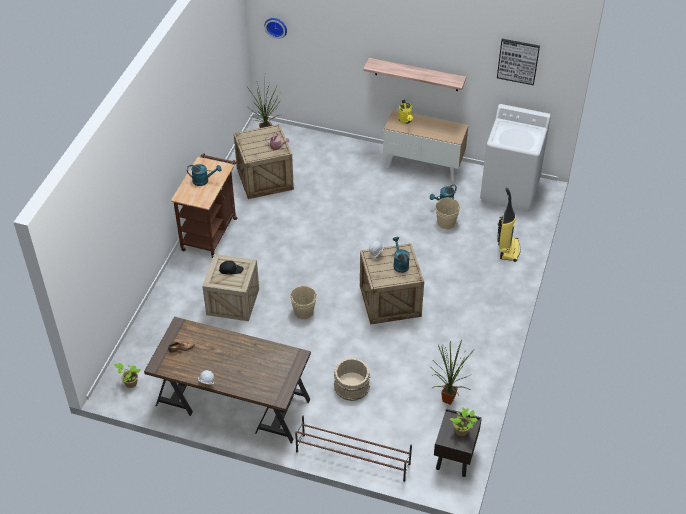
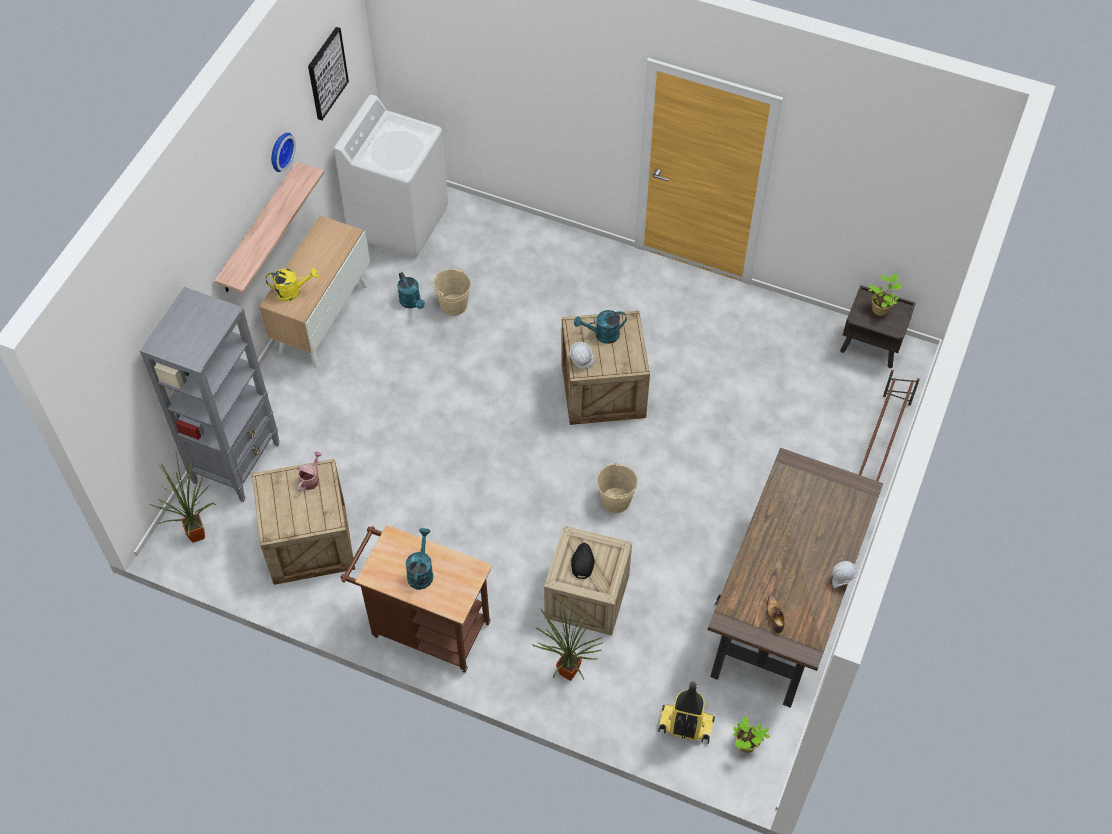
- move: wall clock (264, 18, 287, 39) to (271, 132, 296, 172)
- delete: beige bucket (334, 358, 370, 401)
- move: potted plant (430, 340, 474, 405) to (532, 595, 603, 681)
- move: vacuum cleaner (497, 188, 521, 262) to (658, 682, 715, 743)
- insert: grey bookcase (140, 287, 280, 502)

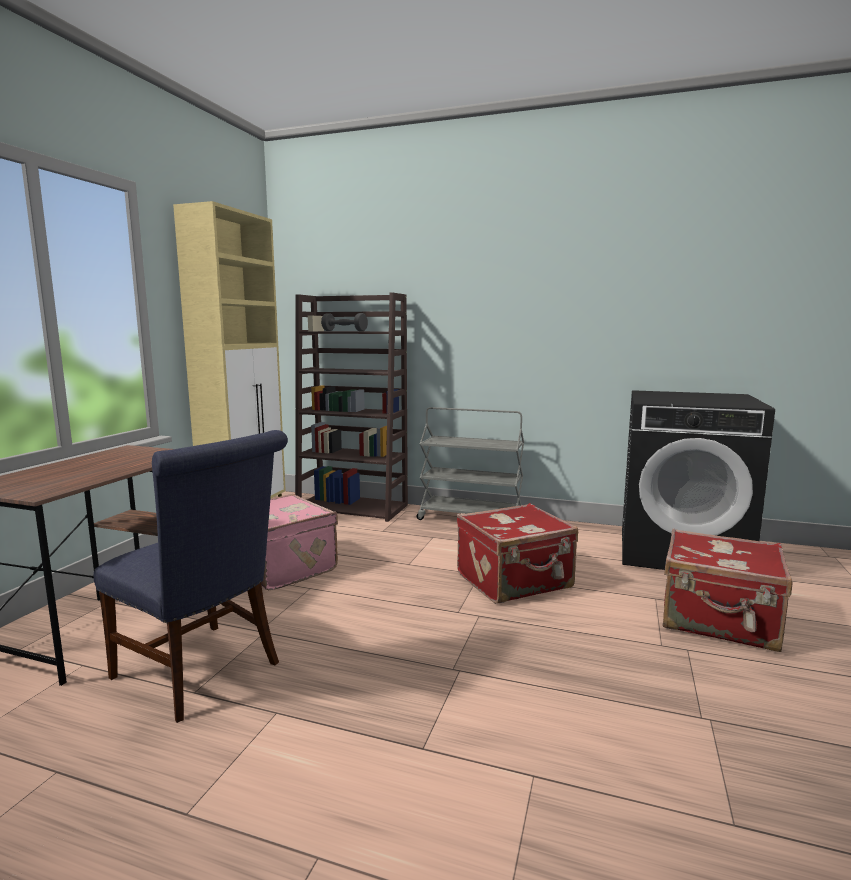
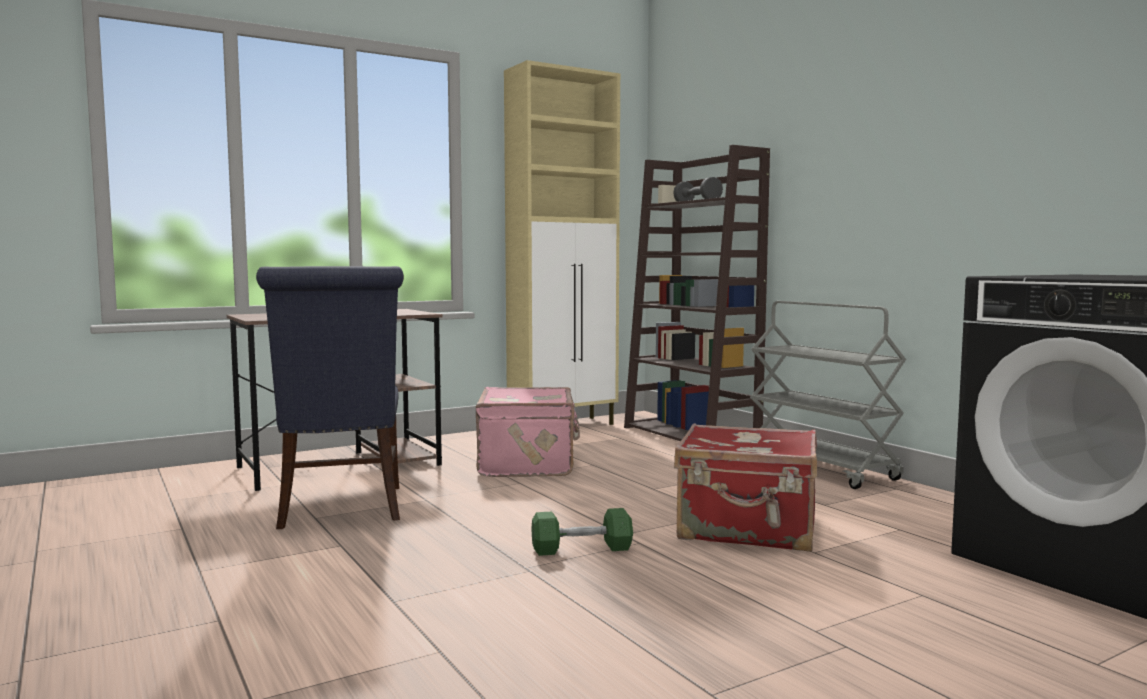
- delete: red suitcase (662, 529, 792, 652)
- insert: green dumbbell (531, 508, 633, 556)

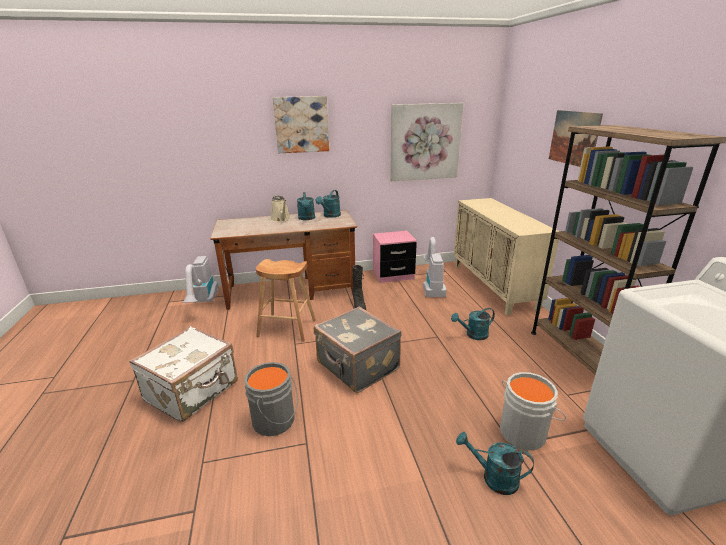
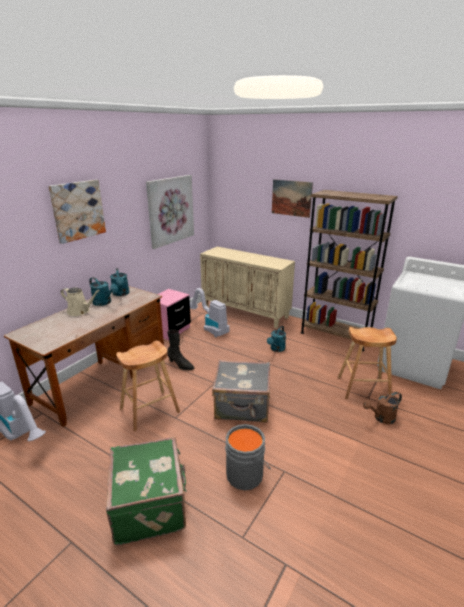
- recolor: white suitcase (129, 326, 238, 422) to green suitcase (106, 437, 187, 545)
- recolor: turquoise watering can (456, 432, 534, 495) to brown watering can (363, 392, 402, 424)
- replace: grey bucket (500, 372, 566, 450) to brown stool (338, 327, 397, 399)

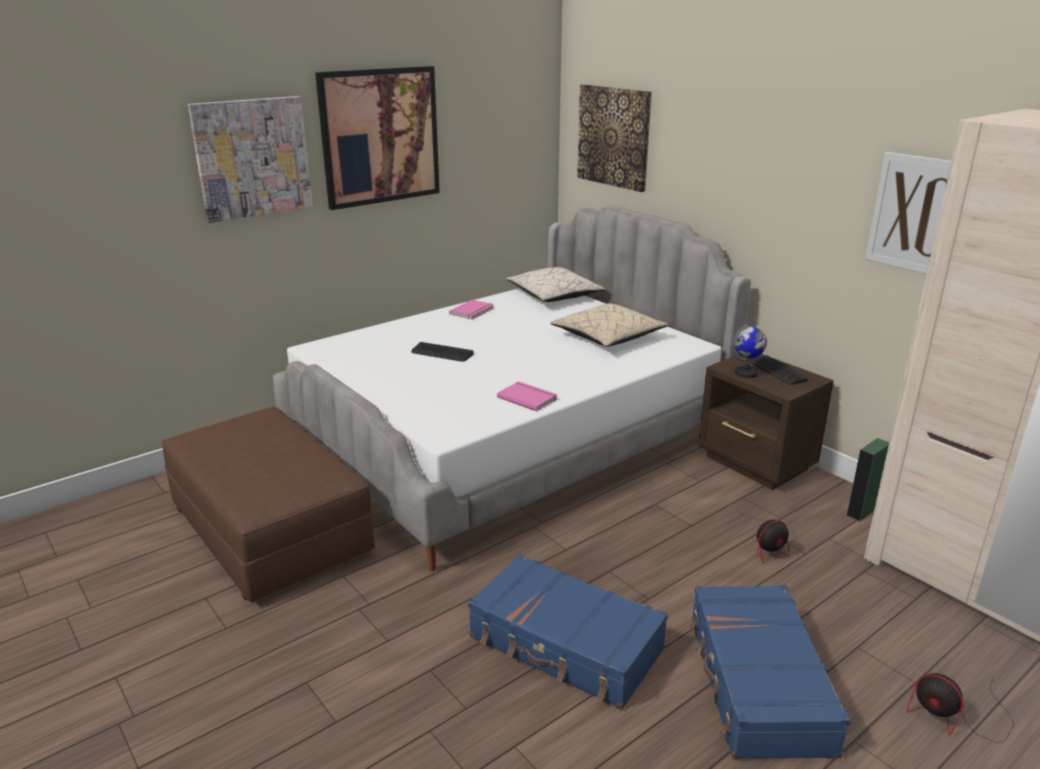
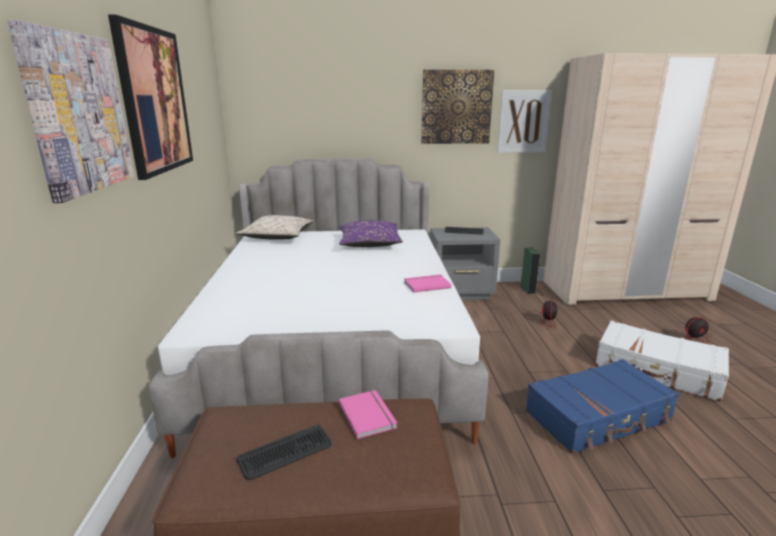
- move: keyboard (411, 342, 474, 362) to (237, 424, 331, 480)
- move: pink book (449, 300, 494, 320) to (339, 390, 397, 439)
- recolor: beige pillow (550, 303, 669, 347) to purple pillow (339, 221, 403, 247)
- move: picture (577, 84, 652, 192) to (421, 70, 494, 144)
- recolor: blue suitcase (688, 585, 851, 759) to white suitcase (595, 320, 729, 402)
- recolor: brown nightstand (698, 354, 834, 490) to grey nightstand (430, 227, 500, 300)
- delete: globe (732, 325, 767, 378)

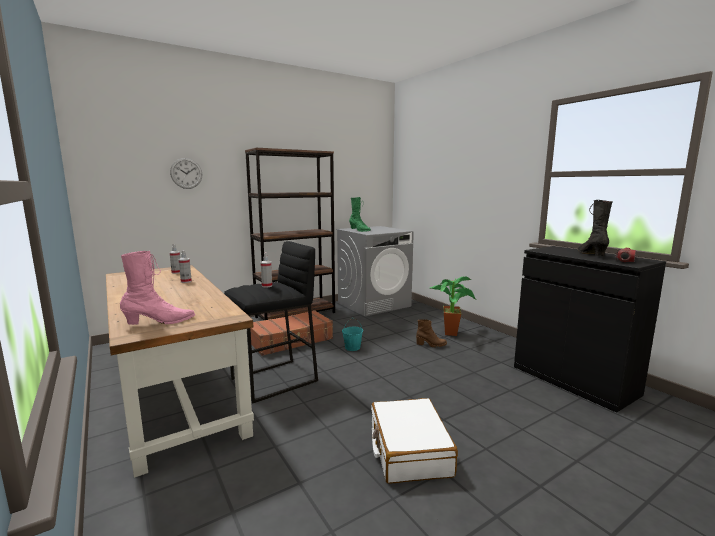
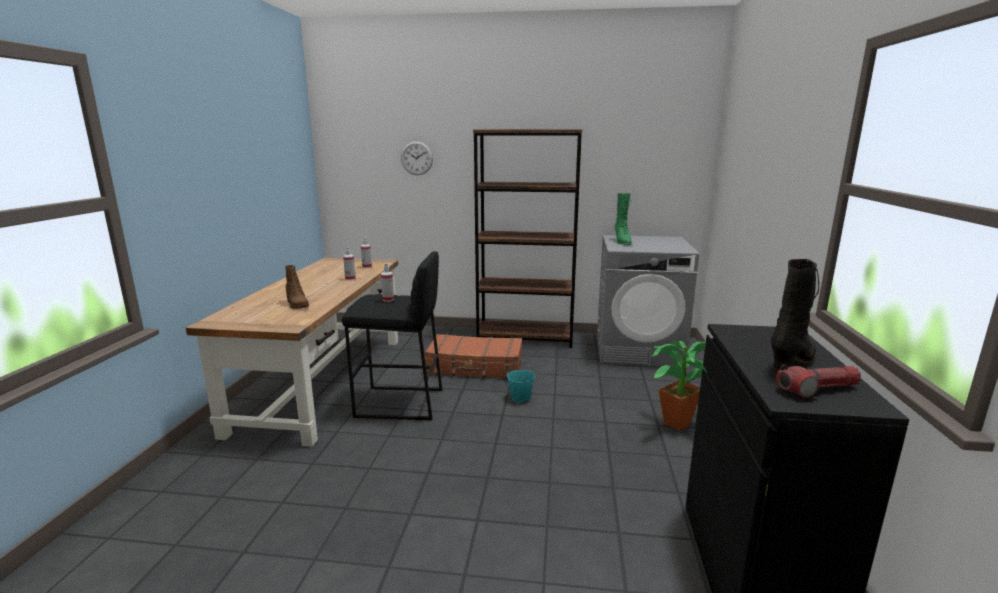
- delete: pink boot (120, 251, 195, 325)
- delete: white suitcase (371, 398, 458, 484)
- move: brown boot (416, 319, 447, 347) to (285, 265, 309, 309)

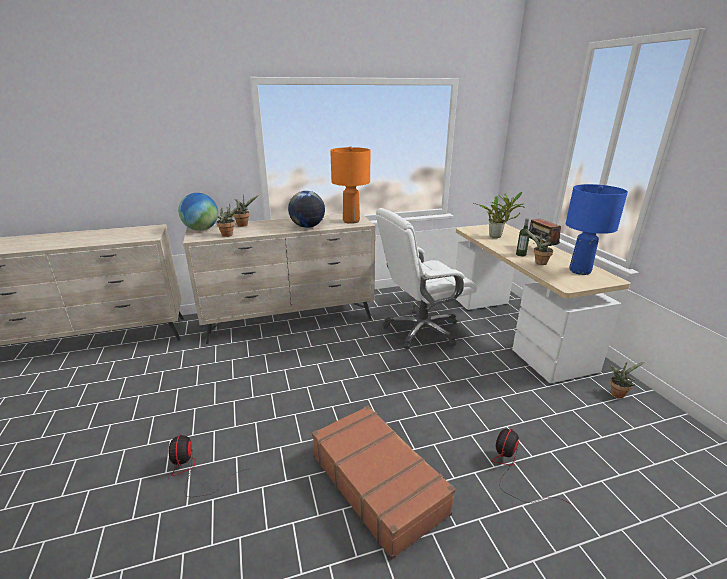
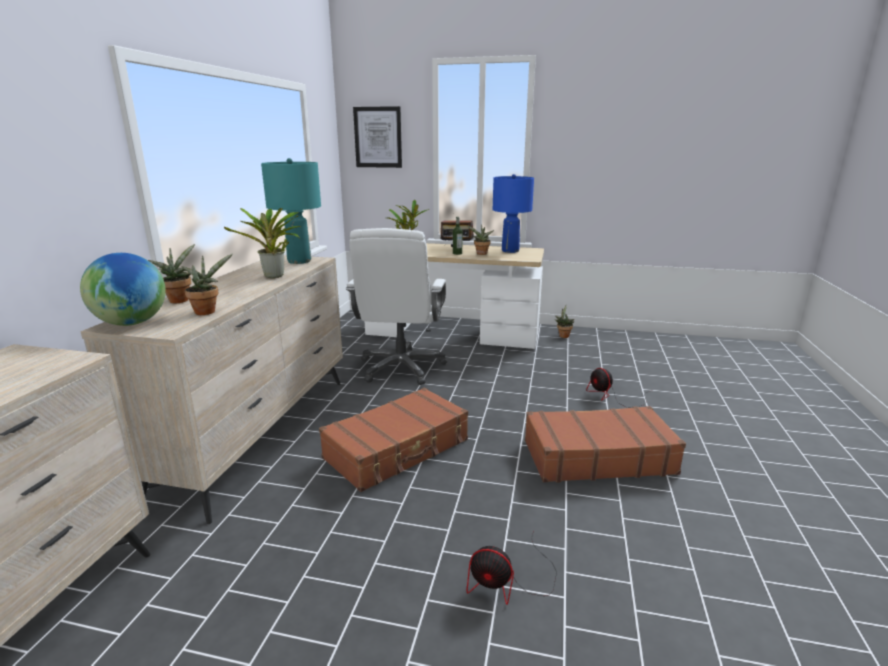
- replace: globe (288, 191, 325, 228) to potted plant (224, 208, 301, 278)
- recolor: orange table lamp (330, 147, 370, 224) to turquoise table lamp (261, 158, 321, 264)
- insert: brown suitcase (319, 388, 468, 492)
- insert: picture (353, 106, 402, 168)

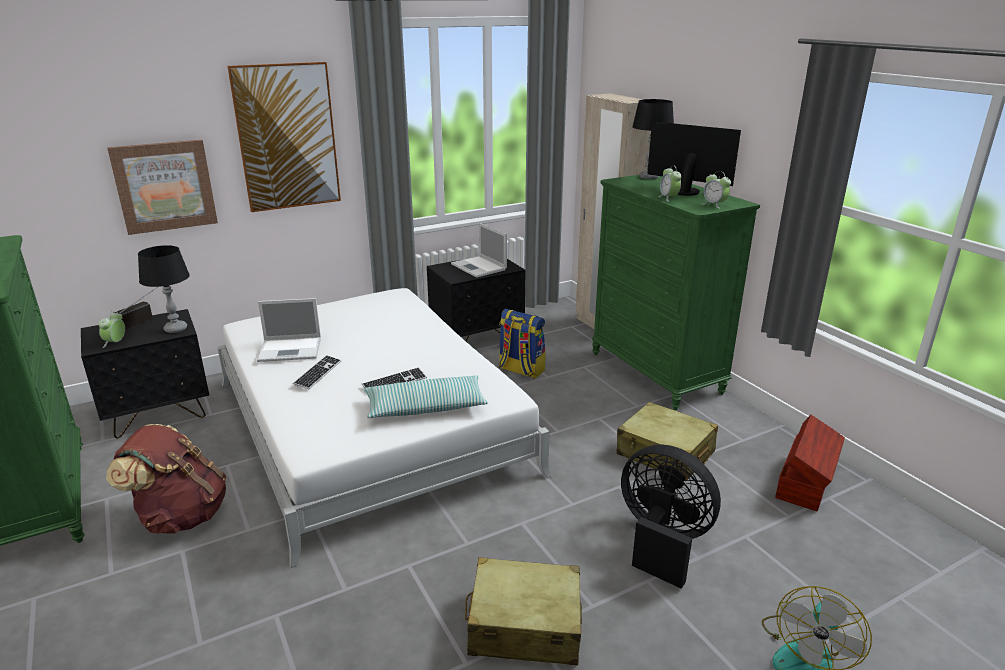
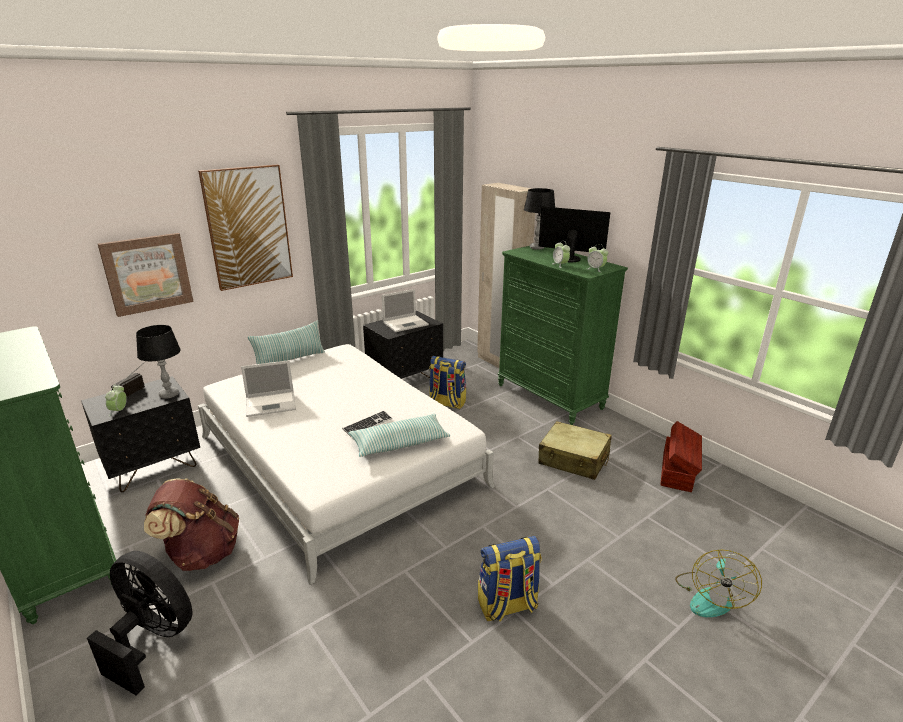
- delete: keyboard (293, 355, 342, 389)
- rotate: laptop (451, 223, 507, 278) = (381, 289, 429, 332) 75 degrees counterclockwise
- replace: beige suitcase (465, 557, 582, 665) to backpack (478, 536, 541, 622)
- move: black fan (621, 444, 721, 589) to (87, 551, 192, 695)
- insert: pillow (248, 321, 325, 364)

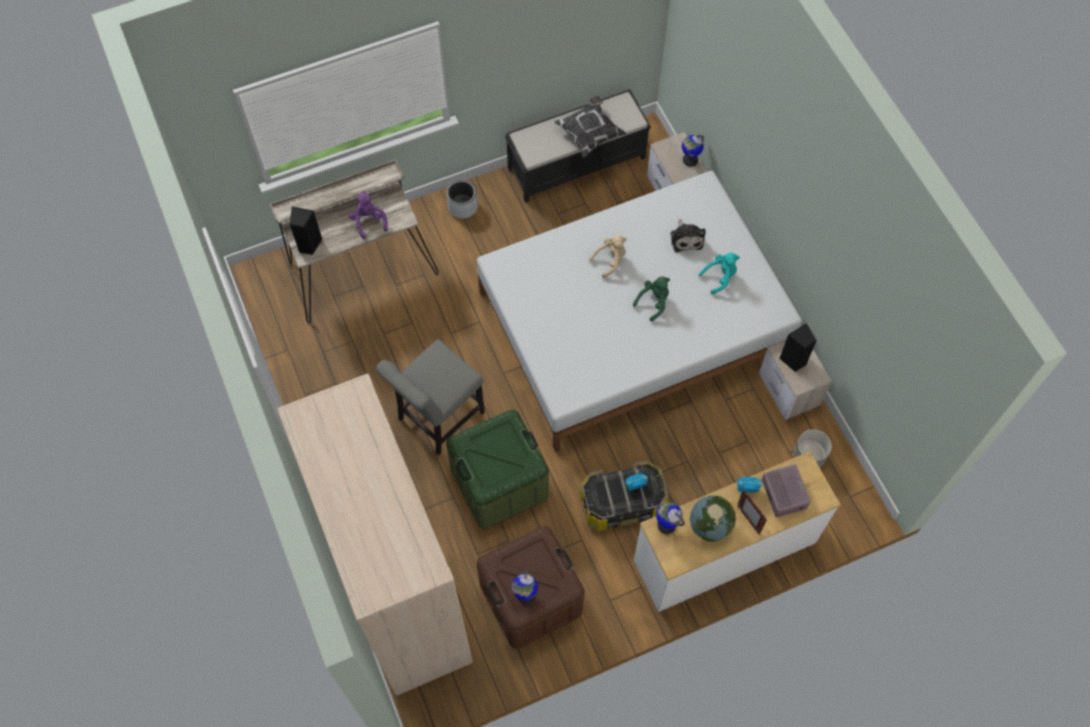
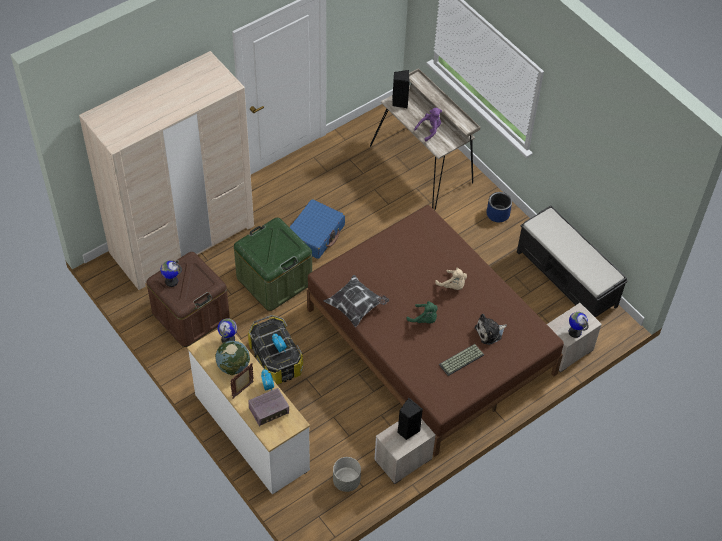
- replace: grey chair (376, 339, 485, 455) to blue suitcase (290, 199, 345, 259)
- recolor: grey planter (447, 180, 478, 218) to blue planter (487, 192, 512, 222)
- recolor: white bed (477, 171, 802, 452) to brown bed (307, 205, 564, 457)
- move: pillow (554, 96, 627, 157) to (323, 275, 389, 327)
- replace: turquoise plush toy (699, 253, 740, 294) to keyboard (439, 344, 484, 376)

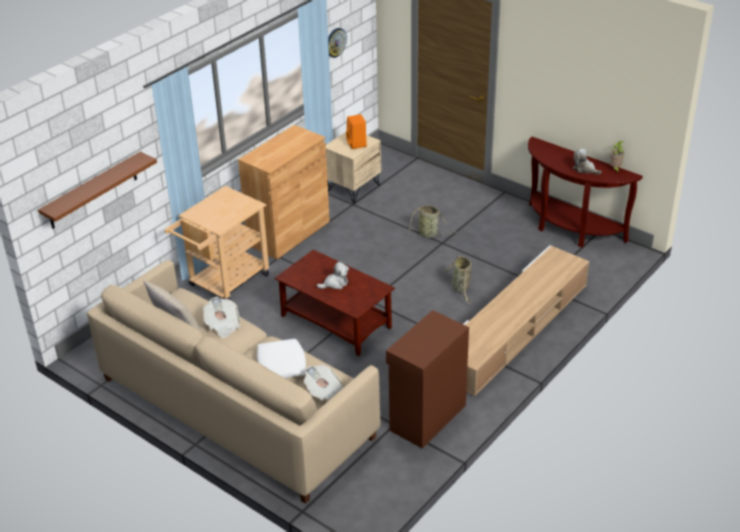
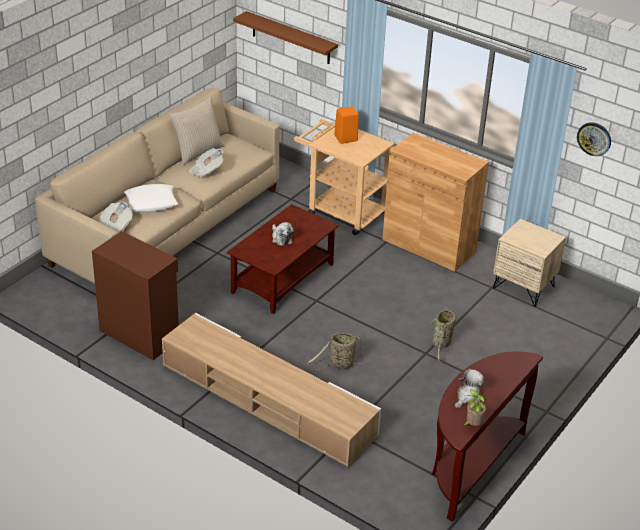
- move: orange speaker (346, 114, 367, 149) to (335, 106, 359, 144)

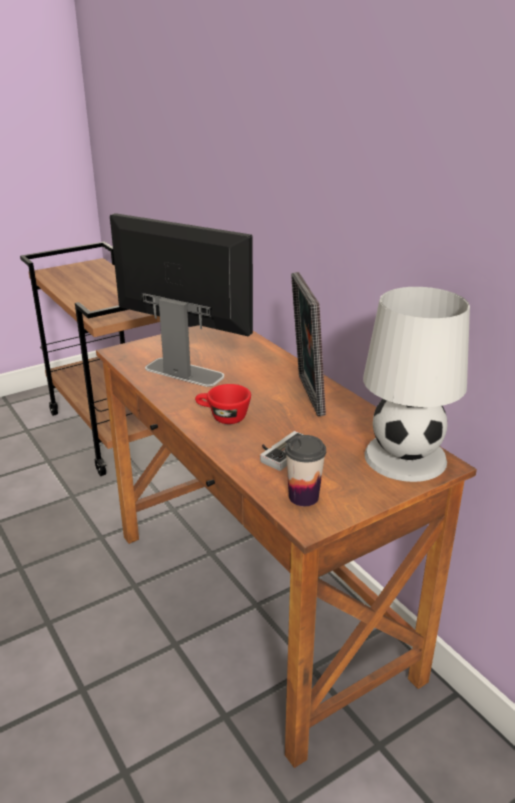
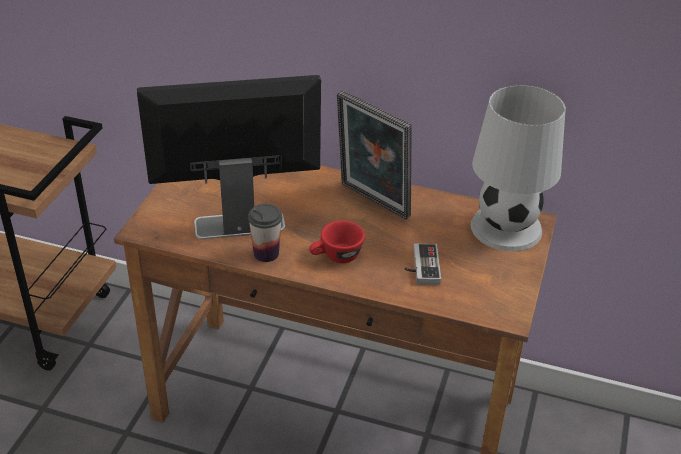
- move: cup (285, 435, 326, 506) to (248, 204, 282, 262)

